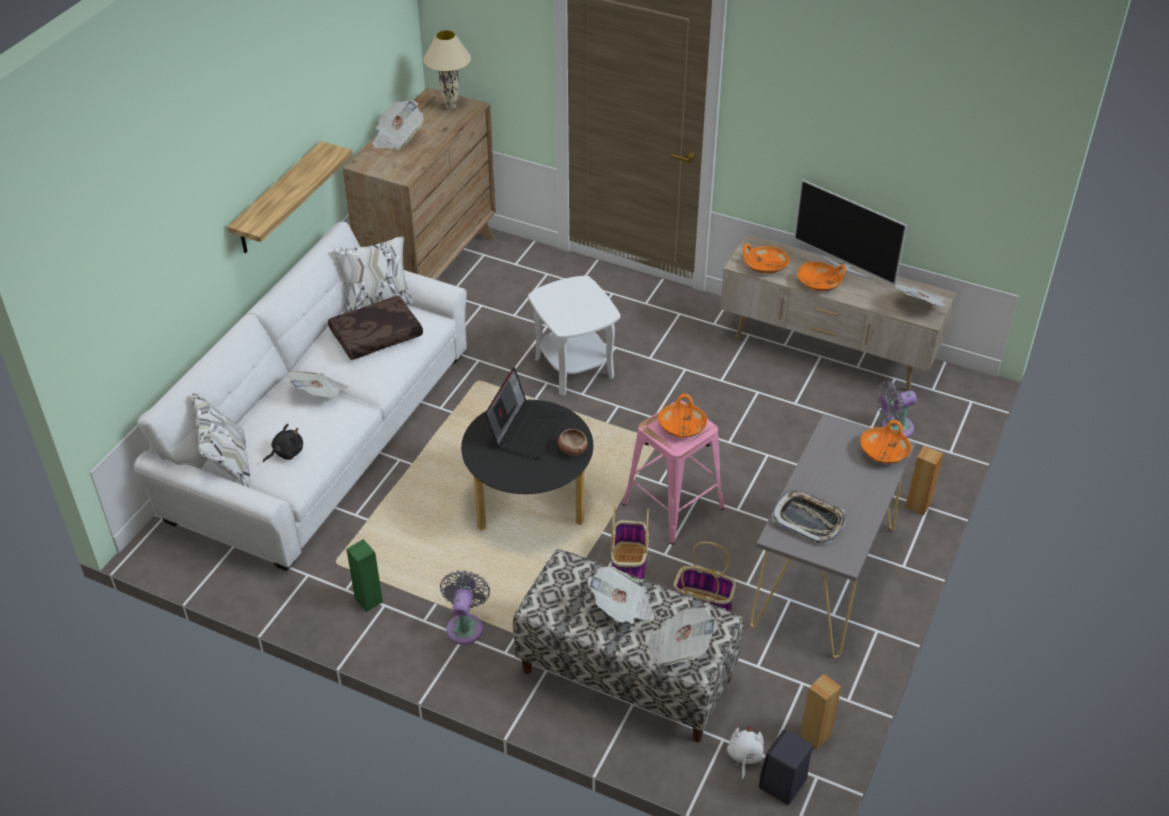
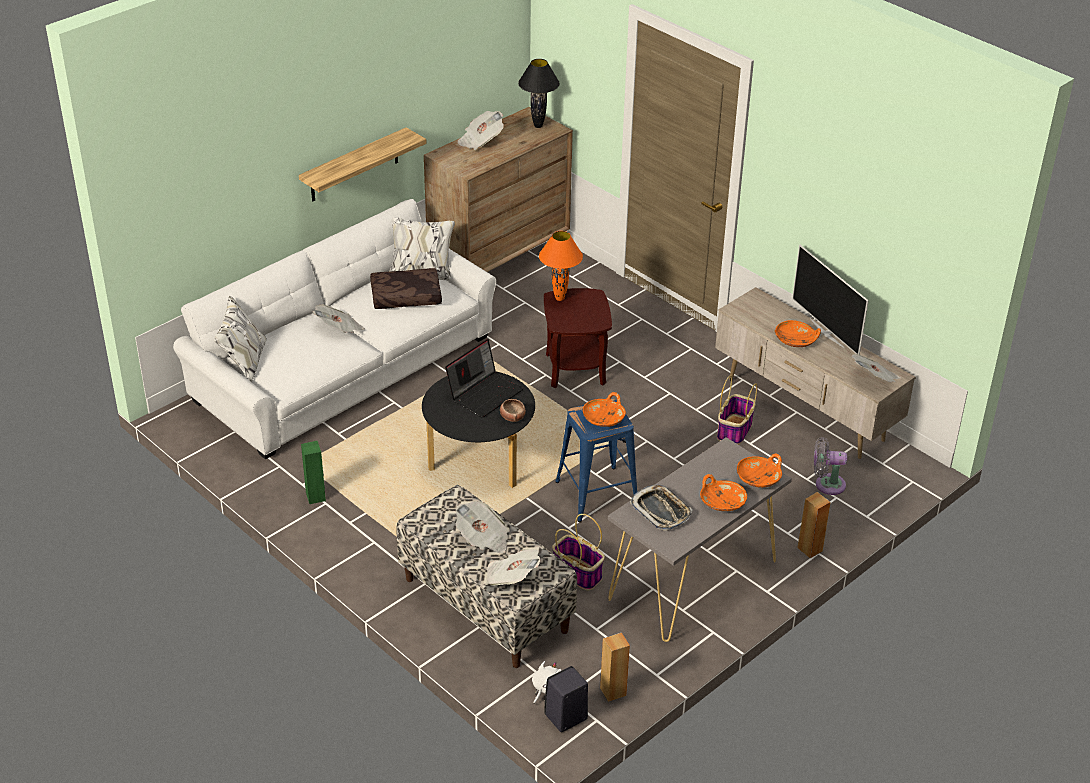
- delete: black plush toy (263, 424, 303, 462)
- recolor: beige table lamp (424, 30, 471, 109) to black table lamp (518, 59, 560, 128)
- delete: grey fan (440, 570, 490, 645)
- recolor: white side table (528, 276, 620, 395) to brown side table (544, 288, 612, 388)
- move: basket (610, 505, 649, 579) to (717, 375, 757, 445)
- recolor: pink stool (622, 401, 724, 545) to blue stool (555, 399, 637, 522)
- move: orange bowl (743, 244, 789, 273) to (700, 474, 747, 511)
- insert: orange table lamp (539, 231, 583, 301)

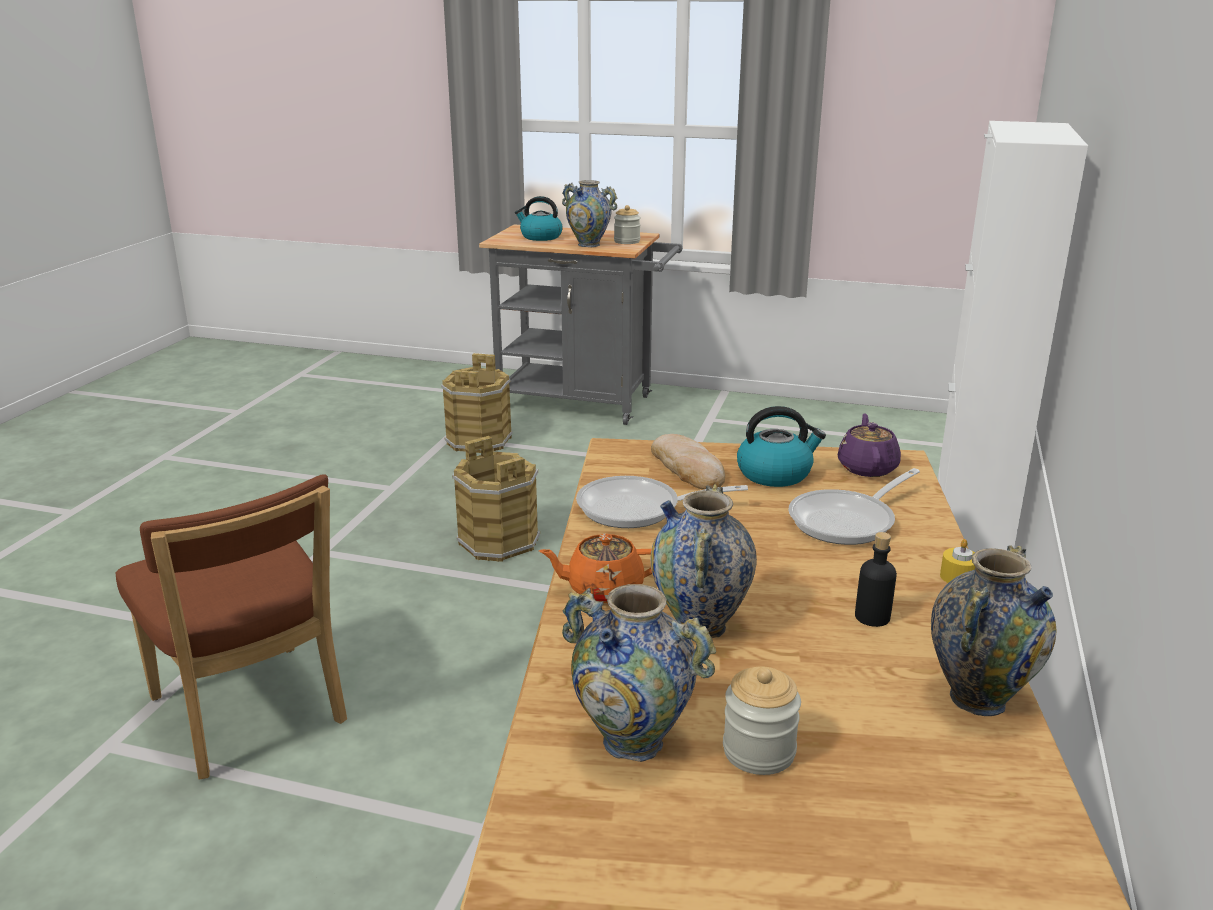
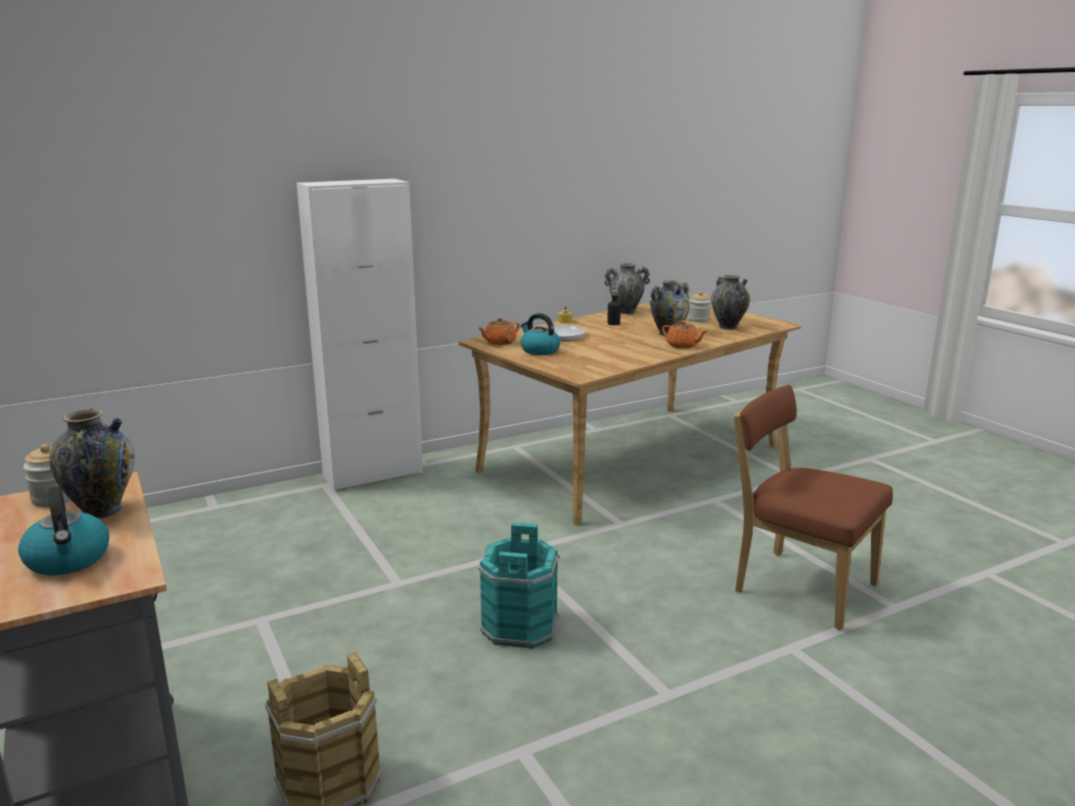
- rotate: brown chair (116, 475, 347, 780) = (734, 385, 893, 630) 60 degrees counterclockwise
- recolor: brown bucket (452, 436, 540, 562) to turquoise bucket (479, 522, 560, 649)
- delete: frying pan (576, 476, 748, 528)
- delete: bread (651, 434, 725, 490)
- recolor: purple teapot (838, 413, 901, 477) to orange teapot (478, 318, 520, 345)

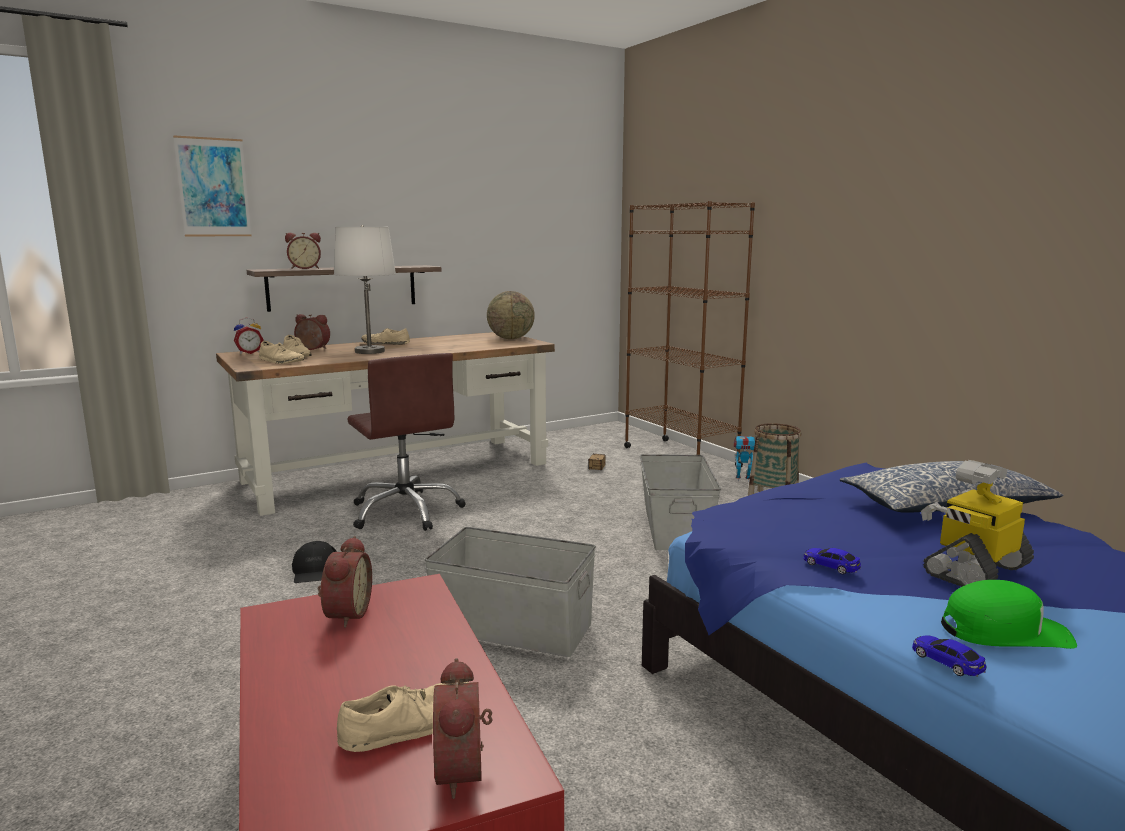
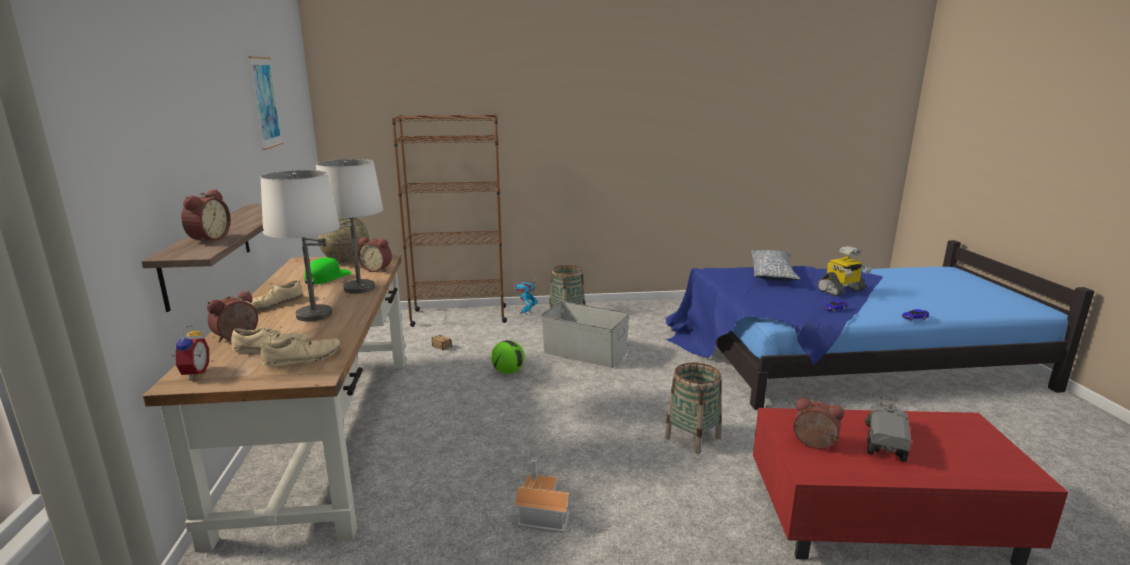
- move: picture (173, 135, 252, 236) to (248, 56, 283, 150)
- replace: black cap (292, 541, 337, 583) to toy house (514, 458, 571, 533)
- delete: beige shoe (337, 682, 469, 752)
- delete: brown office chair (347, 353, 466, 531)
- replace: grey storage box (425, 527, 596, 657) to basket (664, 362, 722, 454)
- move: alarm clock (433, 658, 493, 799) to (358, 237, 392, 272)
- rotate: toy robot (921, 460, 1034, 587) = (817, 246, 871, 296) 105 degrees counterclockwise
- move: green cap (941, 580, 1077, 649) to (304, 258, 352, 284)
- insert: white table lamp (316, 159, 384, 293)
- insert: football (491, 340, 525, 374)
- insert: toy truck (865, 397, 911, 462)

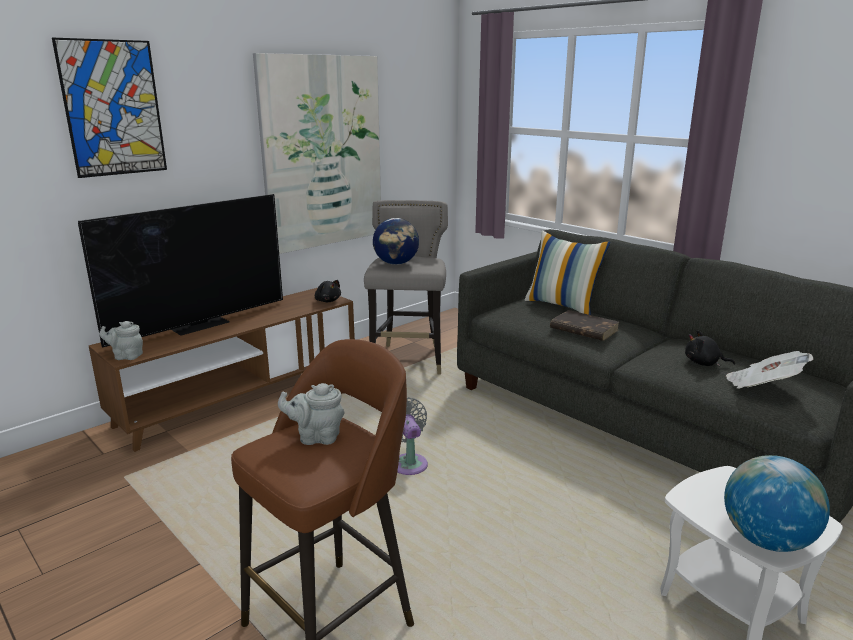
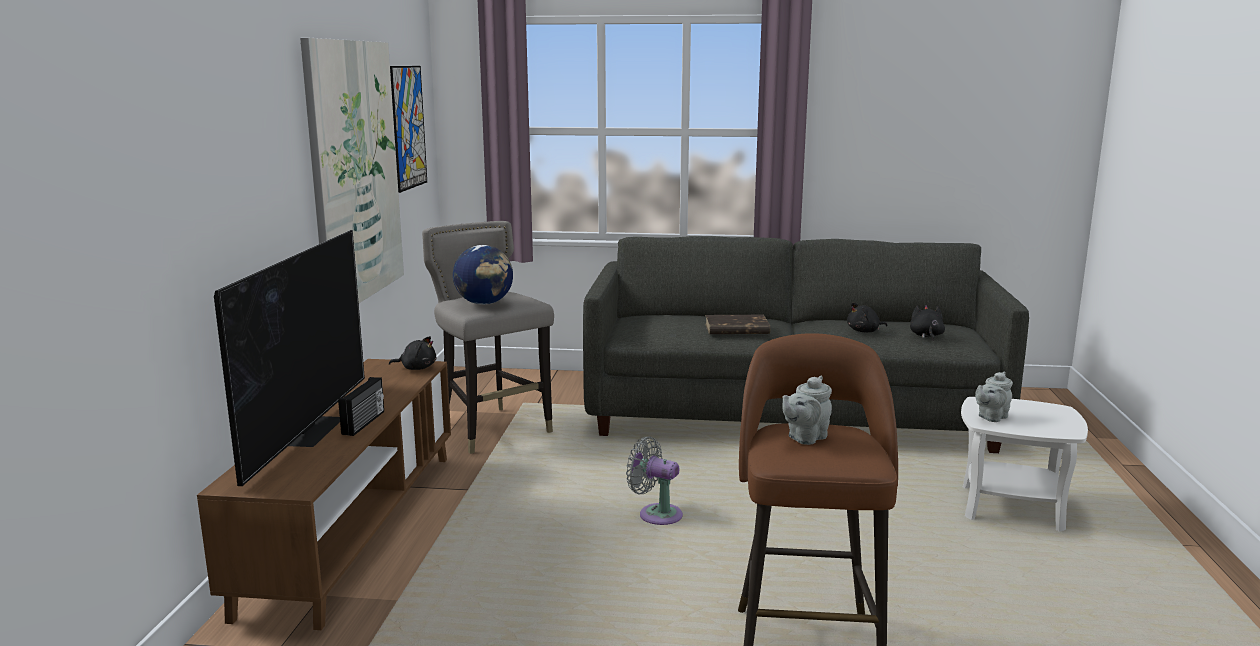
- move: picture (52, 38, 167, 178) to (390, 66, 427, 193)
- move: grey teapot (99, 321, 143, 360) to (975, 372, 1013, 422)
- delete: pillow (525, 231, 610, 315)
- delete: globe (724, 455, 830, 552)
- replace: newspaper (726, 351, 813, 389) to black plush toy (910, 305, 945, 341)
- insert: radio (338, 377, 384, 436)

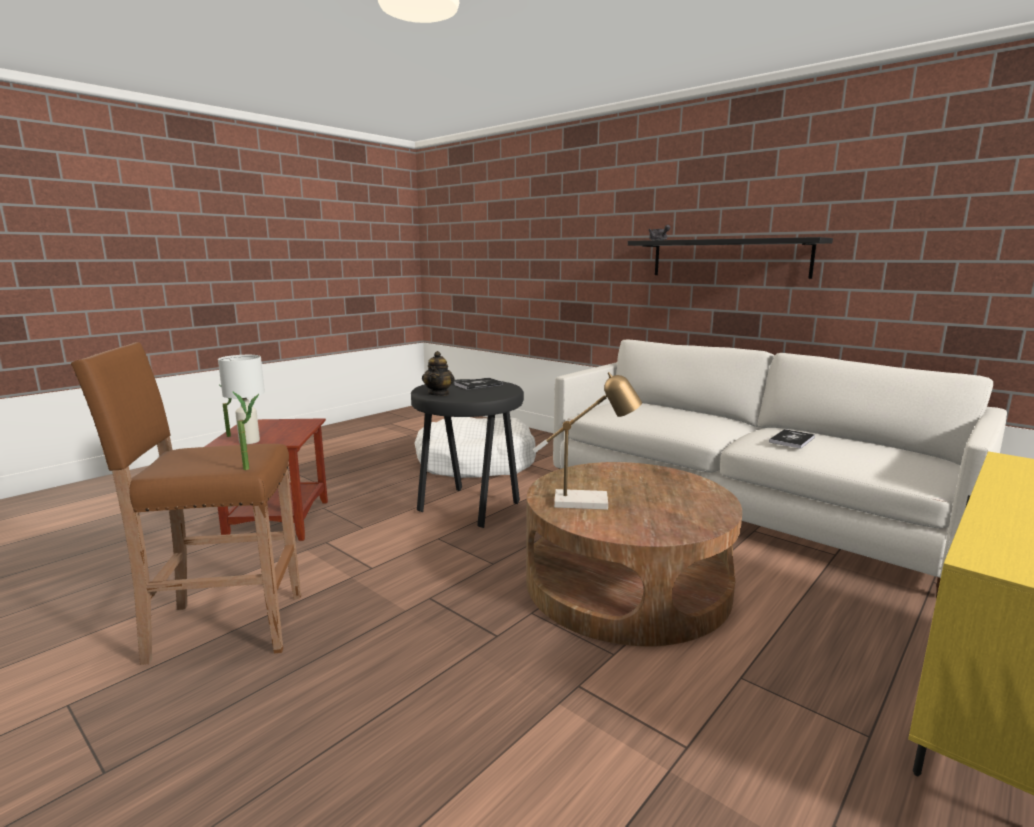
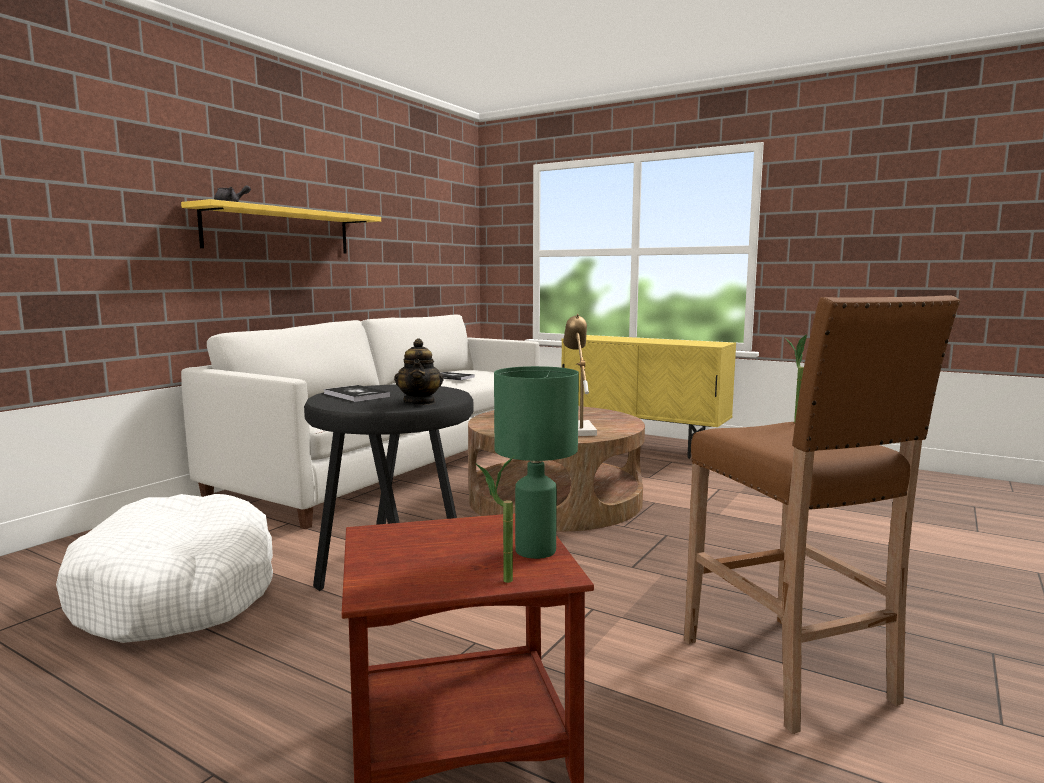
- recolor: white table lamp (218, 355, 265, 444) to green table lamp (494, 366, 579, 559)
- rotate: teapot (422, 351, 454, 396) = (394, 338, 444, 405) 90 degrees clockwise
- recolor: black shelf (628, 237, 833, 279) to yellow shelf (181, 199, 381, 254)

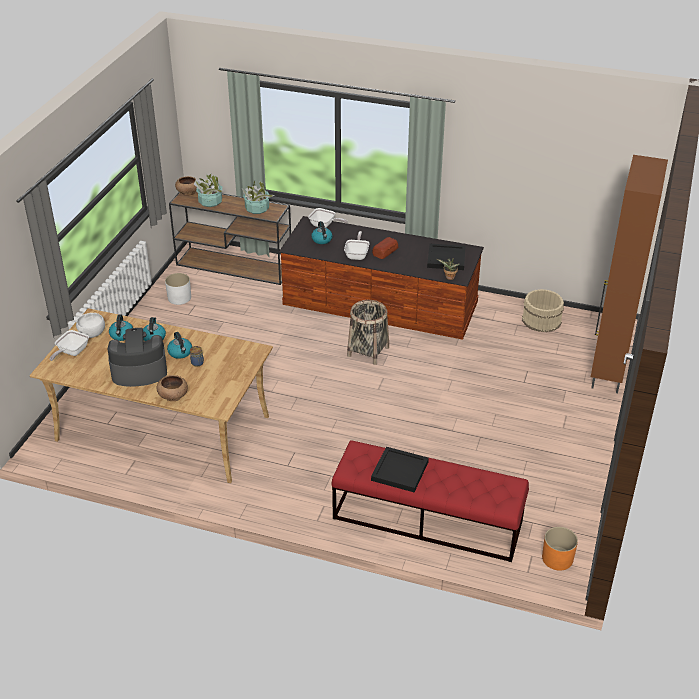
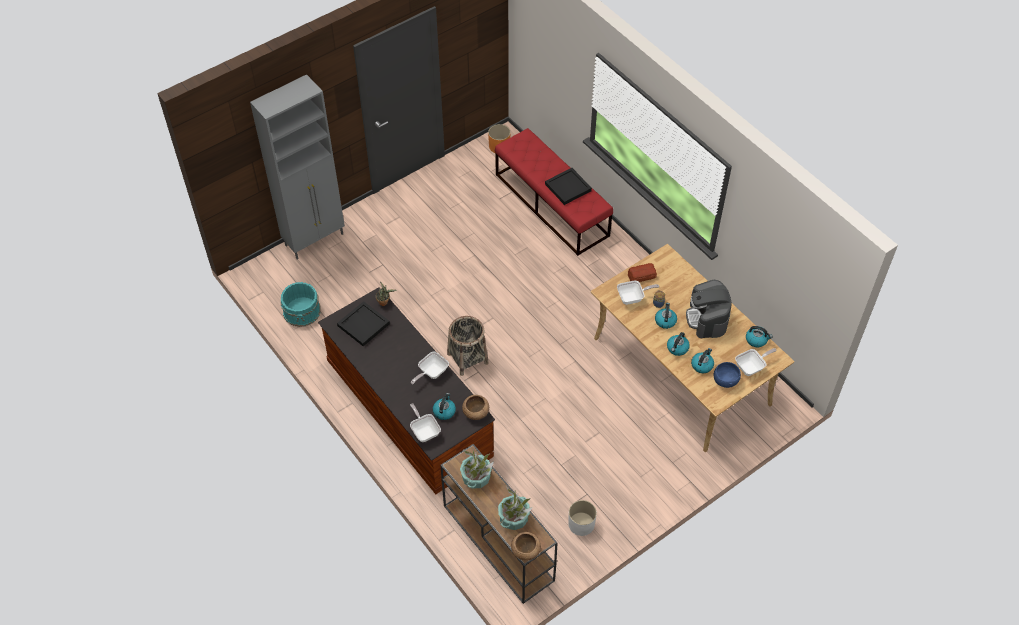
- recolor: white bowl (76, 313, 105, 338) to blue bowl (714, 362, 741, 388)
- rotate: coffee machine (107, 328, 167, 387) = (686, 280, 732, 338) 60 degrees clockwise
- move: brown bowl (157, 375, 188, 401) to (462, 395, 489, 420)
- move: bread (372, 237, 398, 259) to (628, 263, 657, 282)
- recolor: beige bucket (522, 289, 564, 332) to turquoise bucket (281, 282, 321, 327)
- recolor: brown cabinet (591, 155, 668, 393) to grey cabinet (250, 74, 345, 259)
- insert: frying pan (617, 281, 659, 305)
- insert: kettle (746, 326, 773, 347)

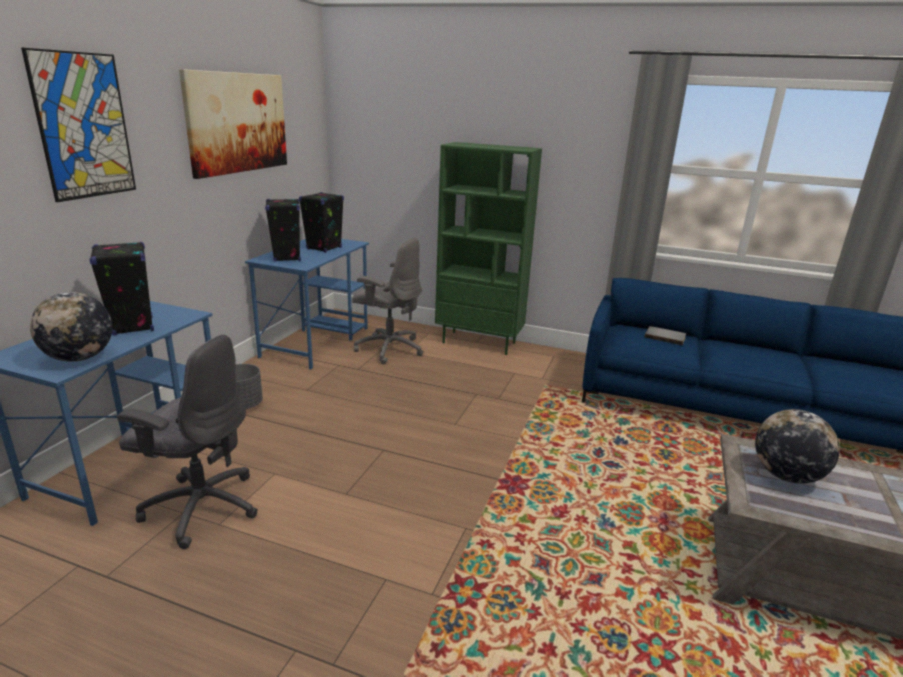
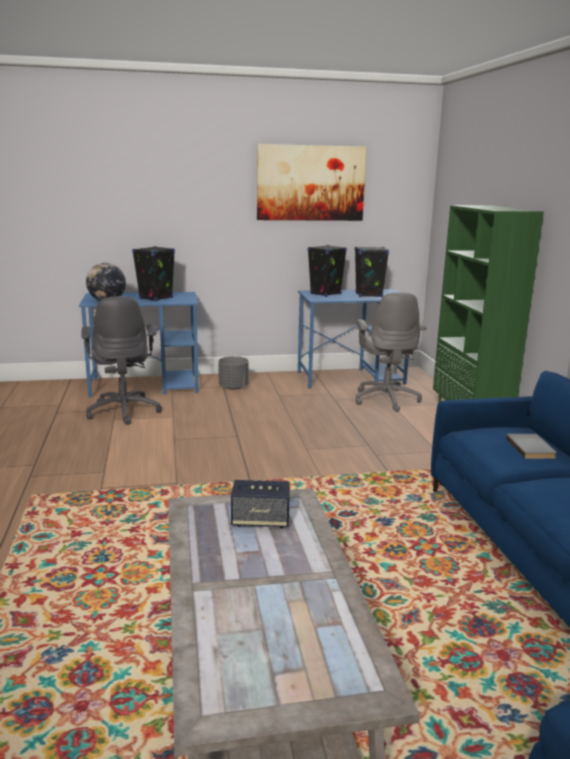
- delete: picture (21, 48, 136, 202)
- replace: globe (755, 409, 840, 484) to speaker (231, 480, 290, 528)

